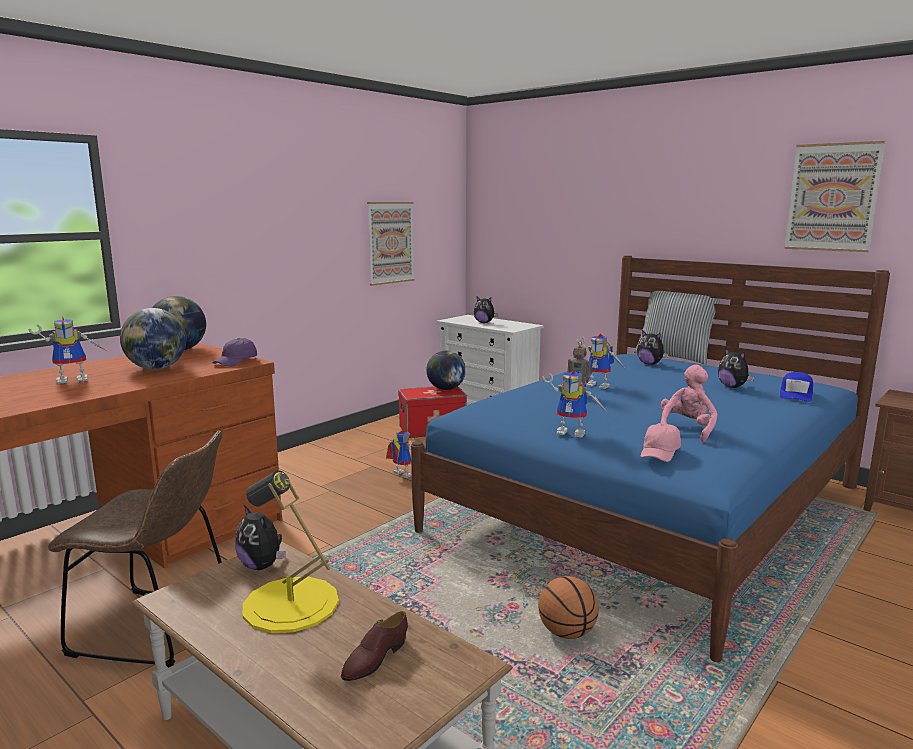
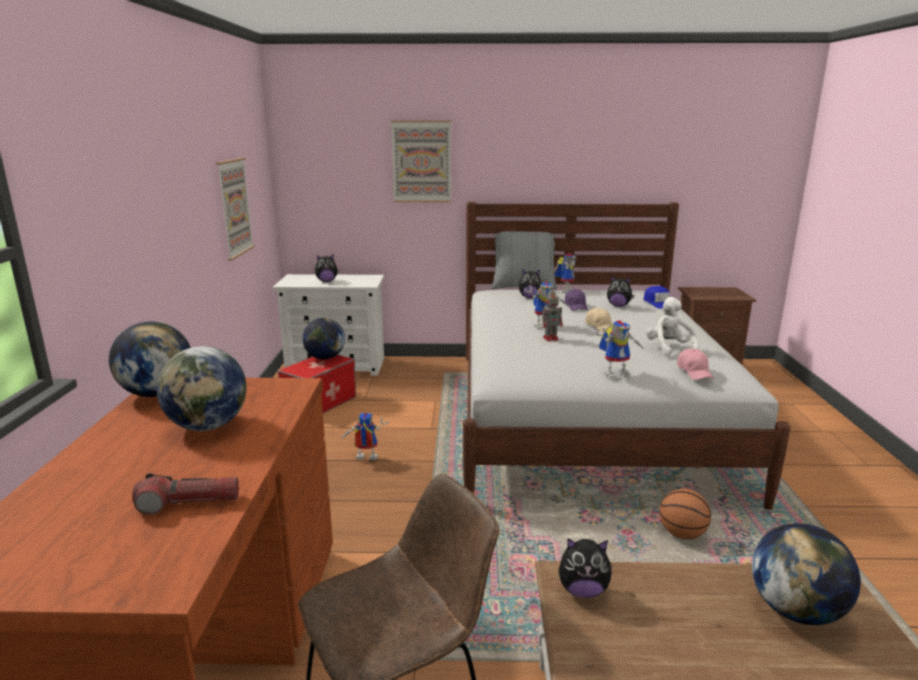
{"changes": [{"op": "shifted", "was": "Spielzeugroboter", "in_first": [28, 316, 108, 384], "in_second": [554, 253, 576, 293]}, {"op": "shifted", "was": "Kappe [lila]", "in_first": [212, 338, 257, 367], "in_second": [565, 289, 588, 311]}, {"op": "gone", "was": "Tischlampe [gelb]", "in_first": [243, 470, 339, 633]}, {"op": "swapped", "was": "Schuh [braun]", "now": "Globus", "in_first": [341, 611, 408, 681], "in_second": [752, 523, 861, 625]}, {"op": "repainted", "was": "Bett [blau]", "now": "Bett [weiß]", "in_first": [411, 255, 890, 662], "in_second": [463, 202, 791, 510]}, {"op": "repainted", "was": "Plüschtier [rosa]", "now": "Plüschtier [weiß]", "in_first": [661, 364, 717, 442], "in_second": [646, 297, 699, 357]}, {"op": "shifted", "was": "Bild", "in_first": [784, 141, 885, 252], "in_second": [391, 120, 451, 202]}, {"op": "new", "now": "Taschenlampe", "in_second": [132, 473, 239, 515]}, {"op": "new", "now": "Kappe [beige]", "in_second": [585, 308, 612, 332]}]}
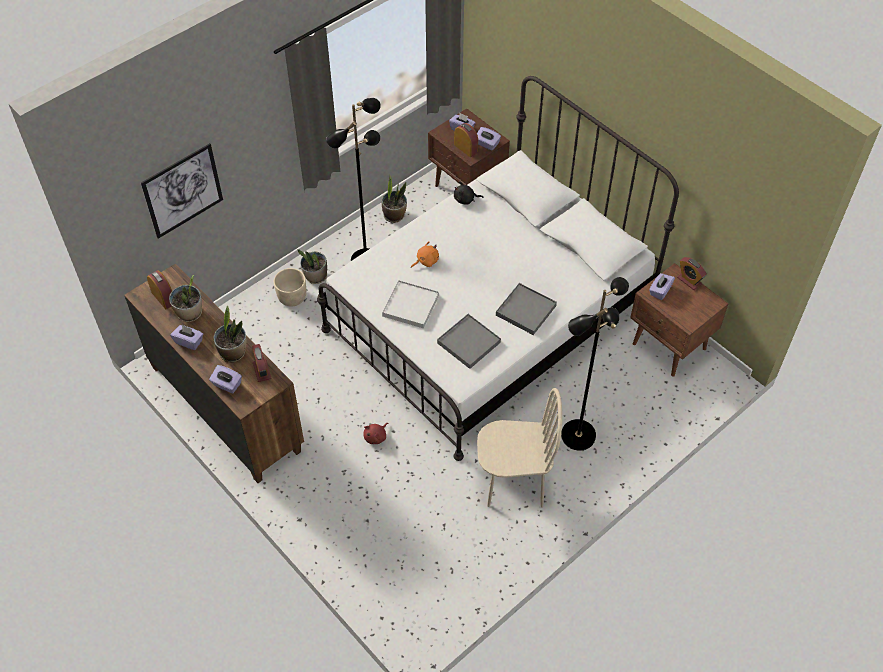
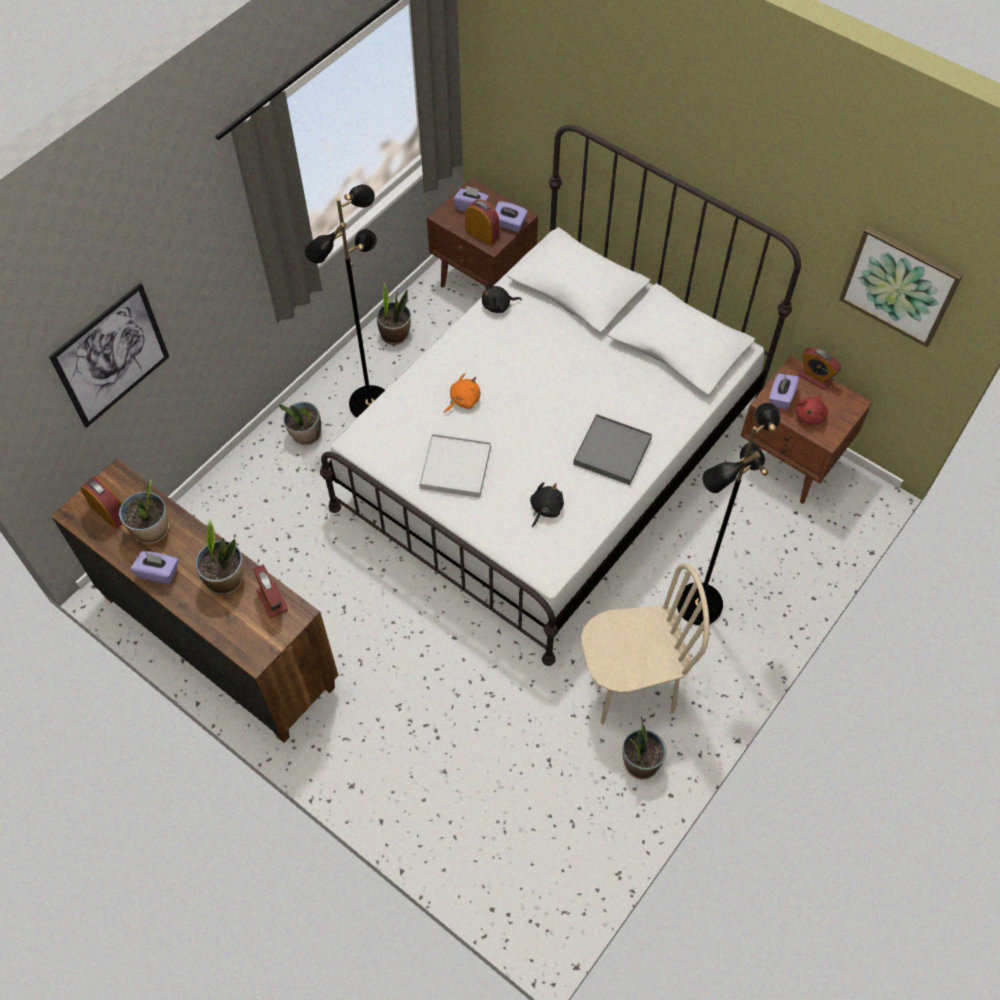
{"changes": [{"op": "gone", "was": "Taschentuchbox [lila]", "in_first": [209, 365, 242, 394]}, {"op": "gone", "was": "Pflanzkübel [beige]", "in_first": [274, 268, 306, 306]}, {"op": "shifted", "was": "Plüschtier [rot]", "in_first": [363, 423, 389, 444], "in_second": [795, 395, 828, 425]}, {"op": "swapped", "was": "Tablett [grau]", "now": "Plüschtier [schwarz]", "in_first": [437, 314, 501, 369], "in_second": [530, 482, 564, 528]}, {"op": "new", "now": "Topfpflanze", "in_second": [622, 716, 666, 779]}, {"op": "new", "now": "Bild", "in_second": [839, 226, 963, 347]}]}
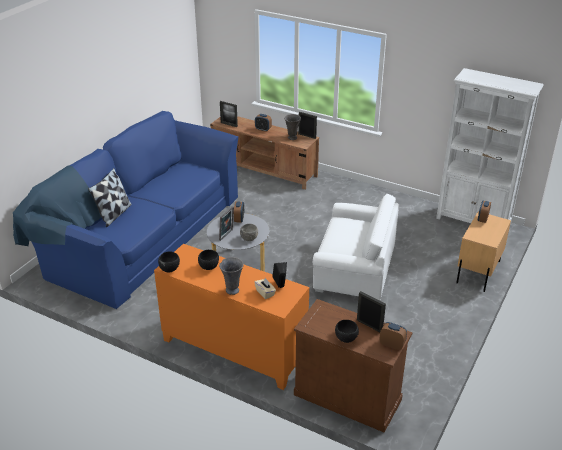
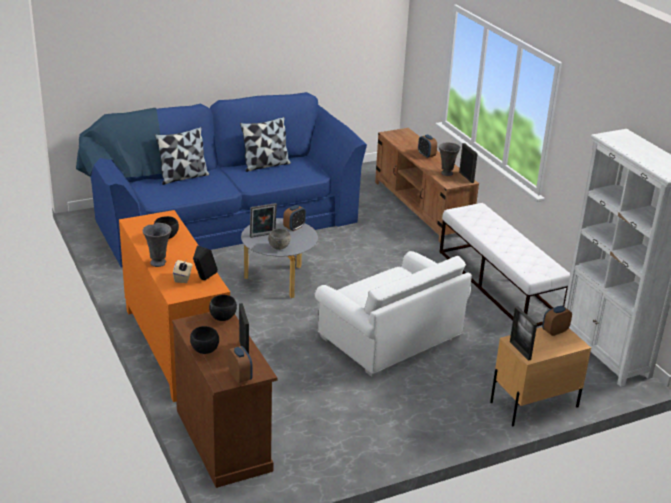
{"changes": [{"op": "shifted", "was": "Schüssel [schwarz]", "in_first": [158, 252, 180, 273], "in_second": [209, 295, 237, 321]}, {"op": "shifted", "was": "Bilderrahmen", "in_first": [220, 101, 238, 127], "in_second": [510, 306, 537, 361]}, {"op": "new", "now": "Kissen", "in_second": [240, 117, 291, 172]}, {"op": "new", "now": "Bank [weiß]", "in_second": [440, 203, 570, 326]}]}
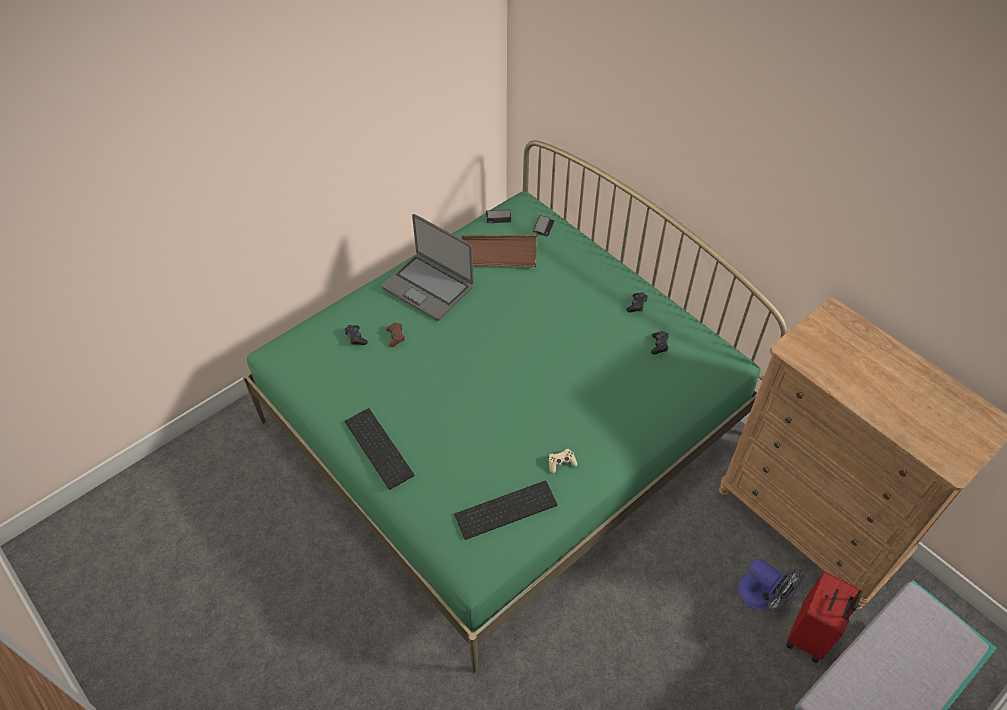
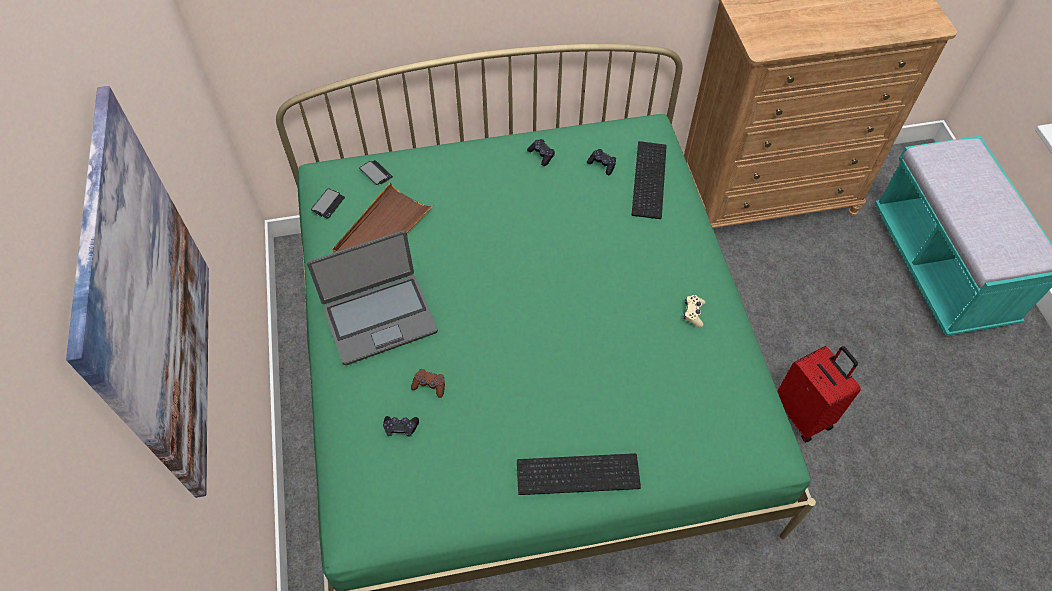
{"changes": [{"op": "shifted", "was": "Tastatur", "in_first": [455, 481, 558, 540], "in_second": [632, 141, 667, 219]}, {"op": "gone", "was": "Ventilator", "in_first": [738, 559, 804, 611]}, {"op": "shifted", "was": "Koffer [rot]", "in_first": [786, 571, 863, 663], "in_second": [778, 346, 861, 442]}, {"op": "new", "now": "Bild", "in_second": [66, 86, 209, 498]}]}
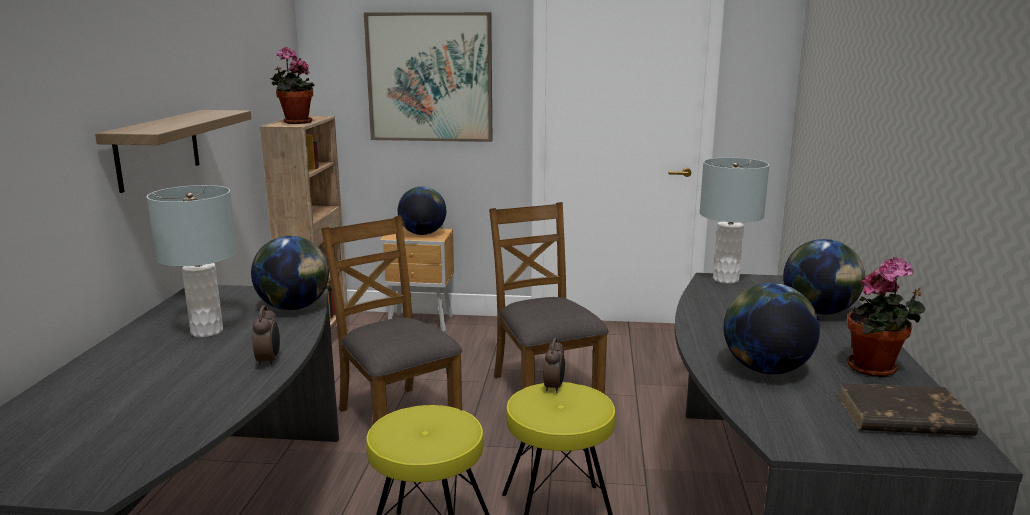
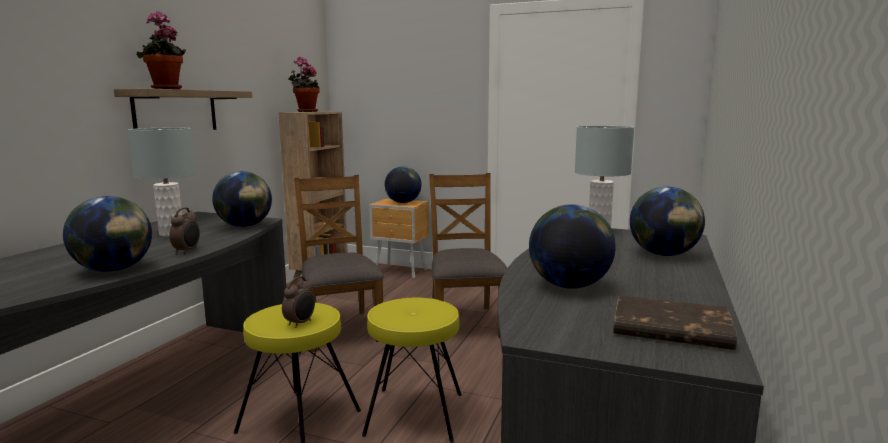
{"changes": [{"op": "gone", "was": "Bild", "in_first": [364, 12, 492, 142]}, {"op": "shifted", "was": "Wecker", "in_first": [543, 338, 565, 393], "in_second": [282, 276, 315, 328]}, {"op": "shifted", "was": "Topfpflanze", "in_first": [847, 257, 926, 377], "in_second": [137, 11, 186, 89]}, {"op": "new", "now": "Globus", "in_second": [63, 196, 152, 272]}]}
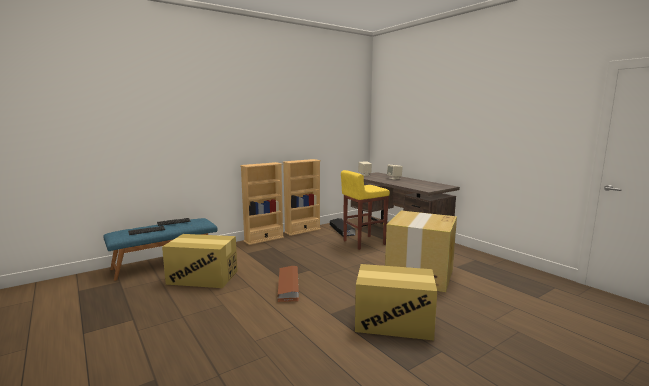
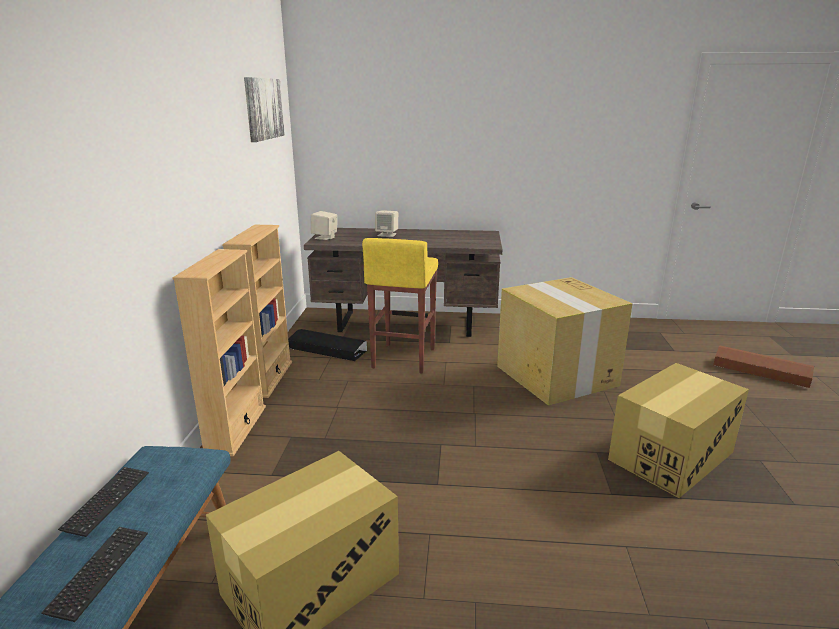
{"changes": [{"op": "shifted", "was": "Aufbewahrungsbox [braun]", "in_first": [278, 266, 299, 302], "in_second": [713, 346, 814, 388]}, {"op": "new", "now": "Bild", "in_second": [244, 77, 285, 142]}]}
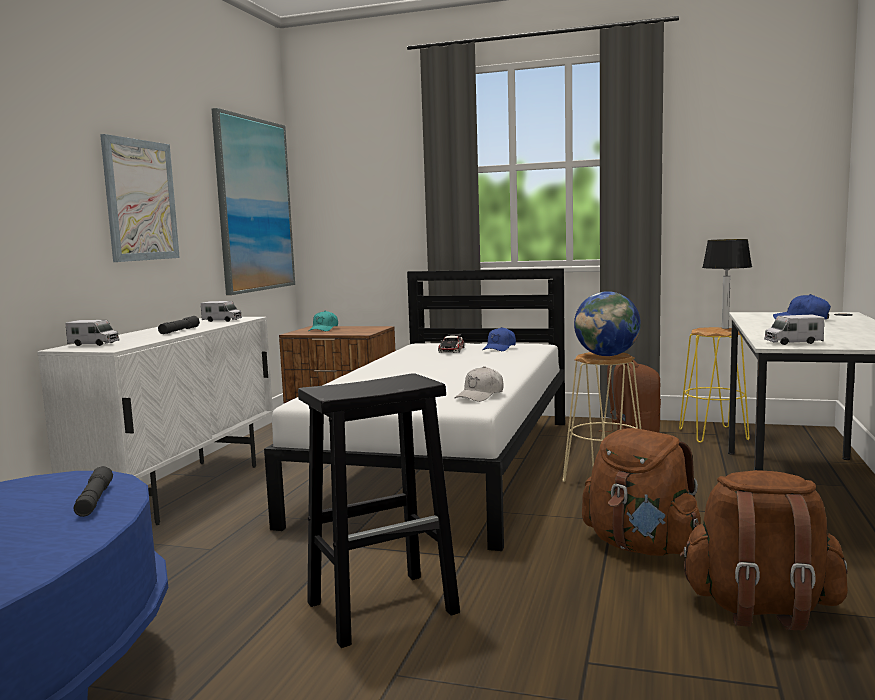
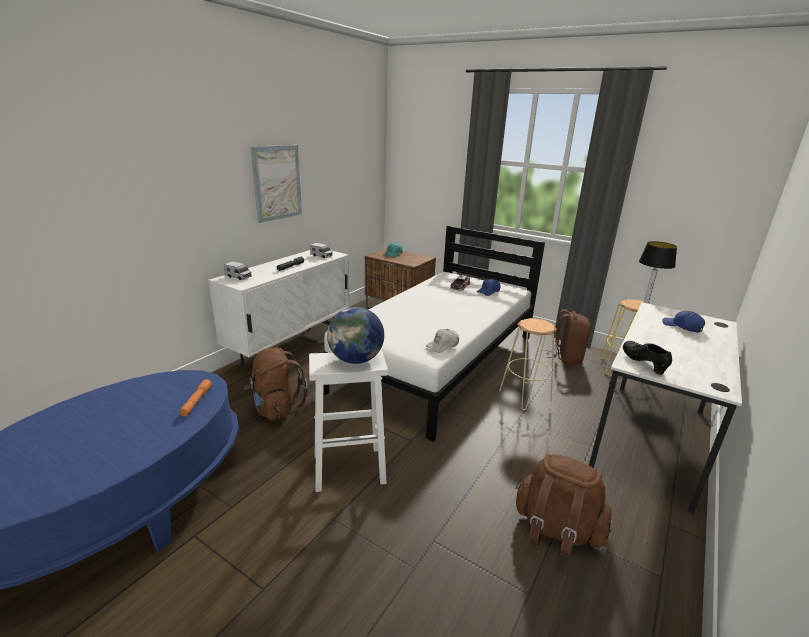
{"changes": [{"op": "repainted", "was": "Taschenlampe [grau]", "now": "Taschenlampe [orange]", "in_first": [74, 466, 113, 517], "in_second": [179, 379, 212, 417]}, {"op": "gone", "was": "Bild", "in_first": [211, 108, 295, 295]}, {"op": "repainted", "was": "Hocker [schwarz]", "now": "Hocker [weiß]", "in_first": [298, 373, 460, 648], "in_second": [309, 349, 388, 492]}, {"op": "shifted", "was": "Globus", "in_first": [574, 291, 641, 356], "in_second": [327, 307, 384, 364]}, {"op": "shifted", "was": "Rucksack [braun]", "in_first": [582, 428, 701, 556], "in_second": [244, 347, 308, 421]}, {"op": "swapped", "was": "Spielzeuglaster", "now": "Schuh [schwarz]", "in_first": [764, 315, 824, 345], "in_second": [623, 341, 672, 375]}]}
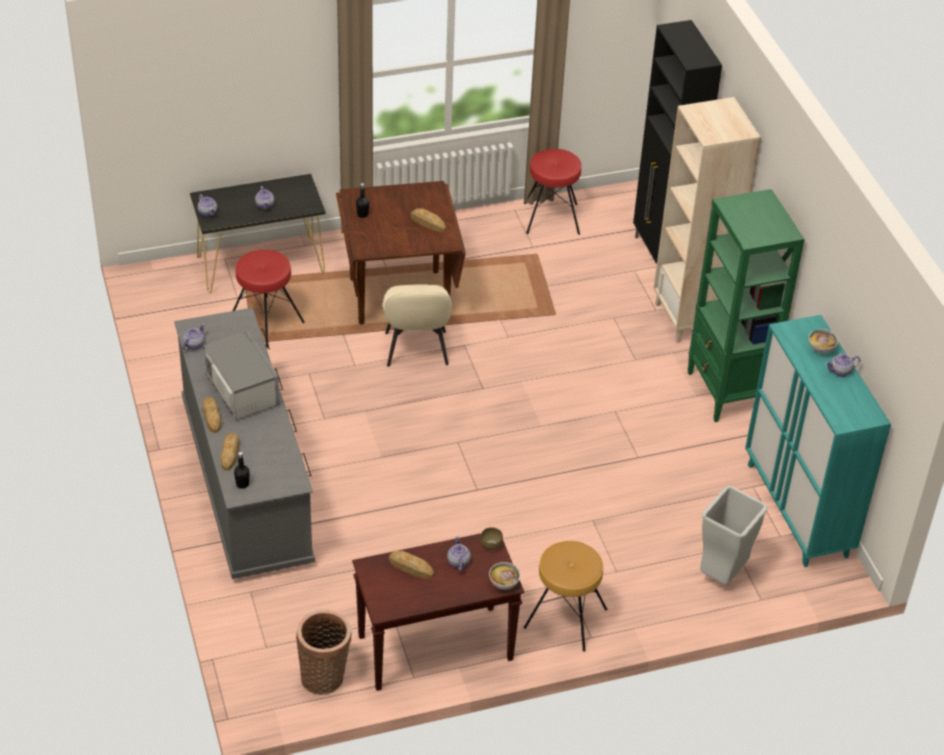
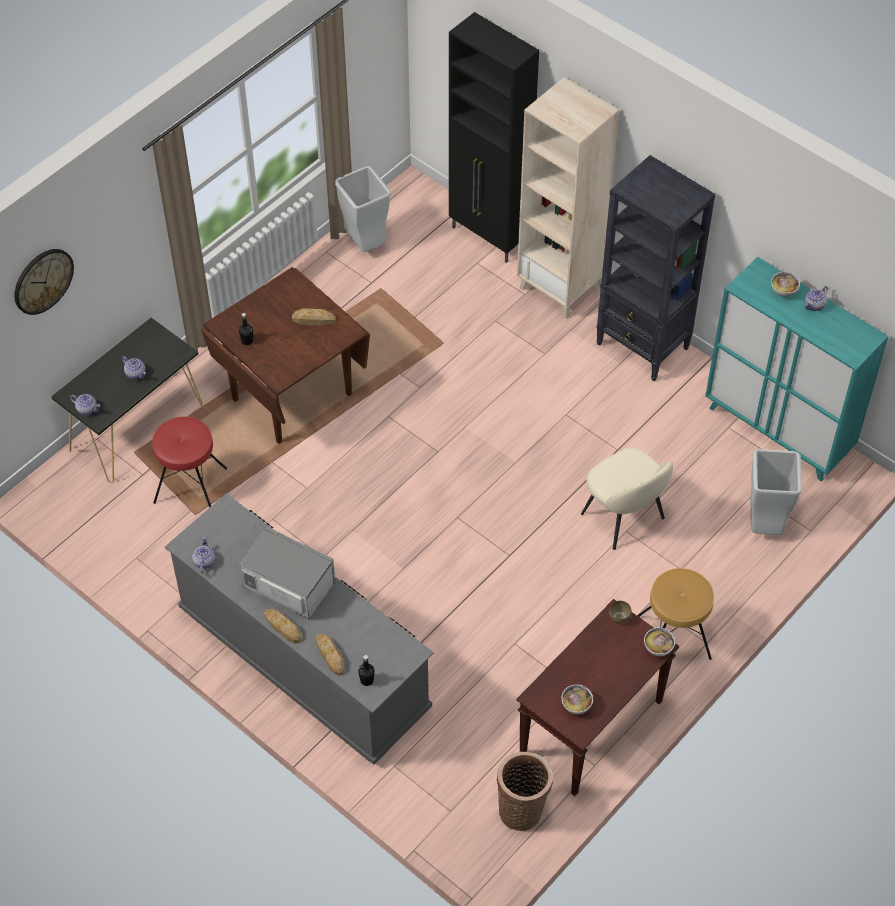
{"changes": [{"op": "shifted", "was": "Stuhl [beige]", "in_first": [383, 285, 452, 367], "in_second": [581, 448, 673, 550]}, {"op": "gone", "was": "Brot", "in_first": [389, 551, 434, 579]}, {"op": "gone", "was": "Teekanne", "in_first": [447, 536, 471, 571]}, {"op": "swapped", "was": "Hocker [rot]", "now": "Mülleimer [grau]", "in_first": [524, 148, 581, 235], "in_second": [335, 166, 391, 252]}, {"op": "repainted", "was": "Bücherregal [grün]", "now": "Bücherregal [schwarz]", "in_first": [688, 189, 805, 422], "in_second": [596, 155, 715, 381]}, {"op": "new", "now": "Wanduhr", "in_second": [14, 249, 74, 315]}, {"op": "new", "now": "Schüssel", "in_second": [562, 684, 593, 714]}]}
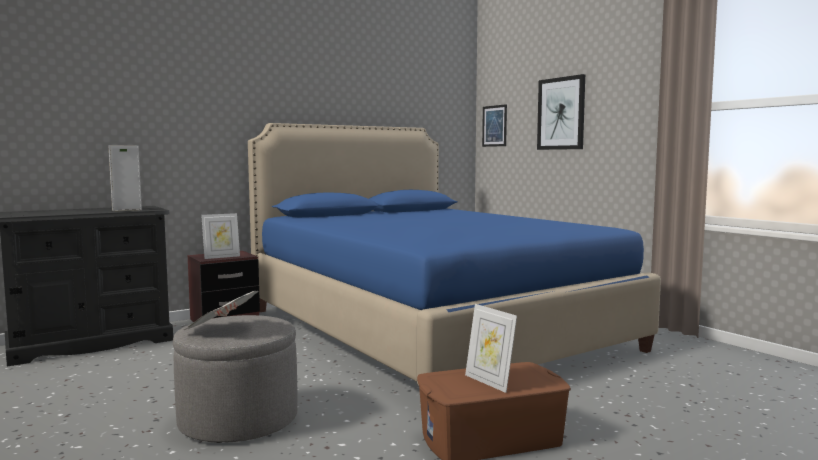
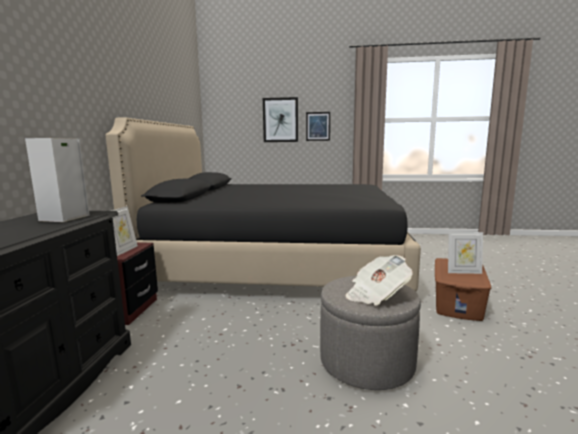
{"changes": [{"op": "repainted", "was": "Bett [blau]", "now": "Bett [schwarz]", "in_first": [248, 123, 661, 386], "in_second": [106, 117, 421, 292]}, {"op": "shifted", "was": "Bild", "in_first": [482, 104, 507, 147], "in_second": [306, 112, 330, 141]}]}
